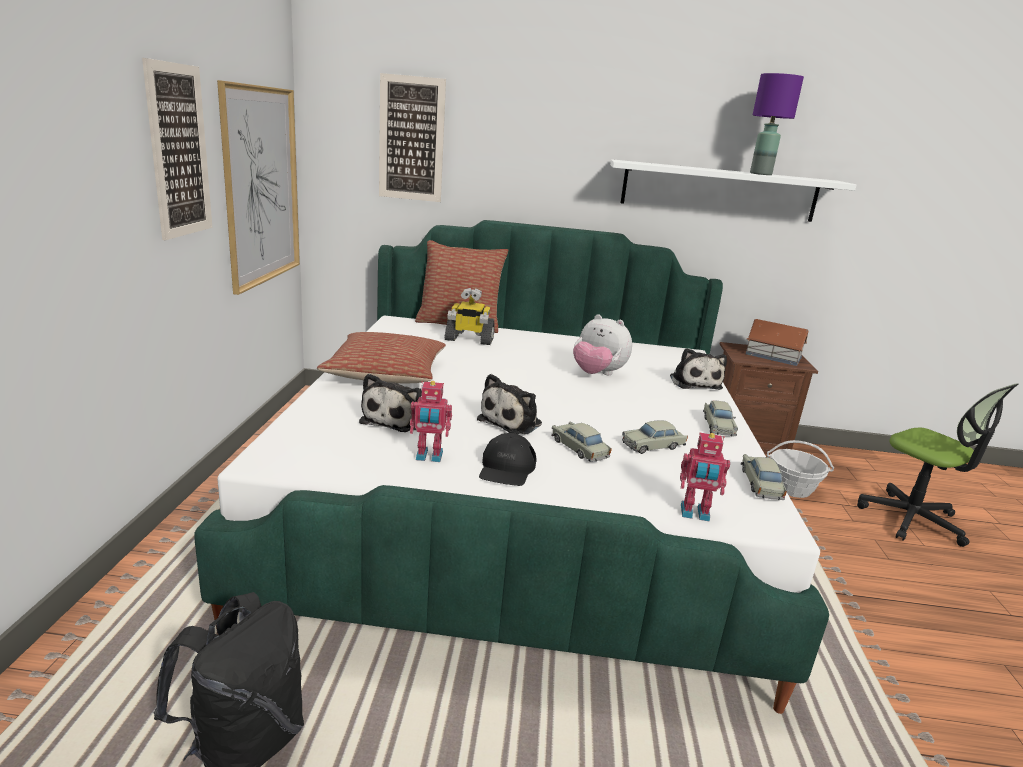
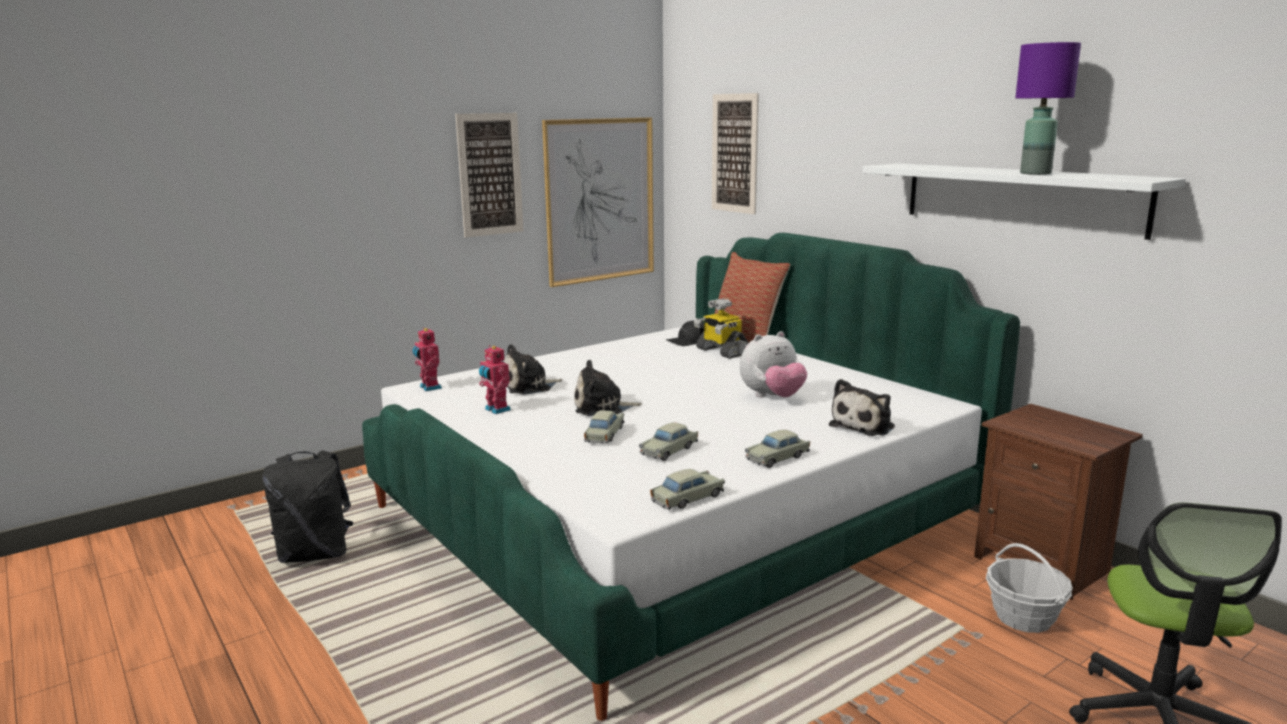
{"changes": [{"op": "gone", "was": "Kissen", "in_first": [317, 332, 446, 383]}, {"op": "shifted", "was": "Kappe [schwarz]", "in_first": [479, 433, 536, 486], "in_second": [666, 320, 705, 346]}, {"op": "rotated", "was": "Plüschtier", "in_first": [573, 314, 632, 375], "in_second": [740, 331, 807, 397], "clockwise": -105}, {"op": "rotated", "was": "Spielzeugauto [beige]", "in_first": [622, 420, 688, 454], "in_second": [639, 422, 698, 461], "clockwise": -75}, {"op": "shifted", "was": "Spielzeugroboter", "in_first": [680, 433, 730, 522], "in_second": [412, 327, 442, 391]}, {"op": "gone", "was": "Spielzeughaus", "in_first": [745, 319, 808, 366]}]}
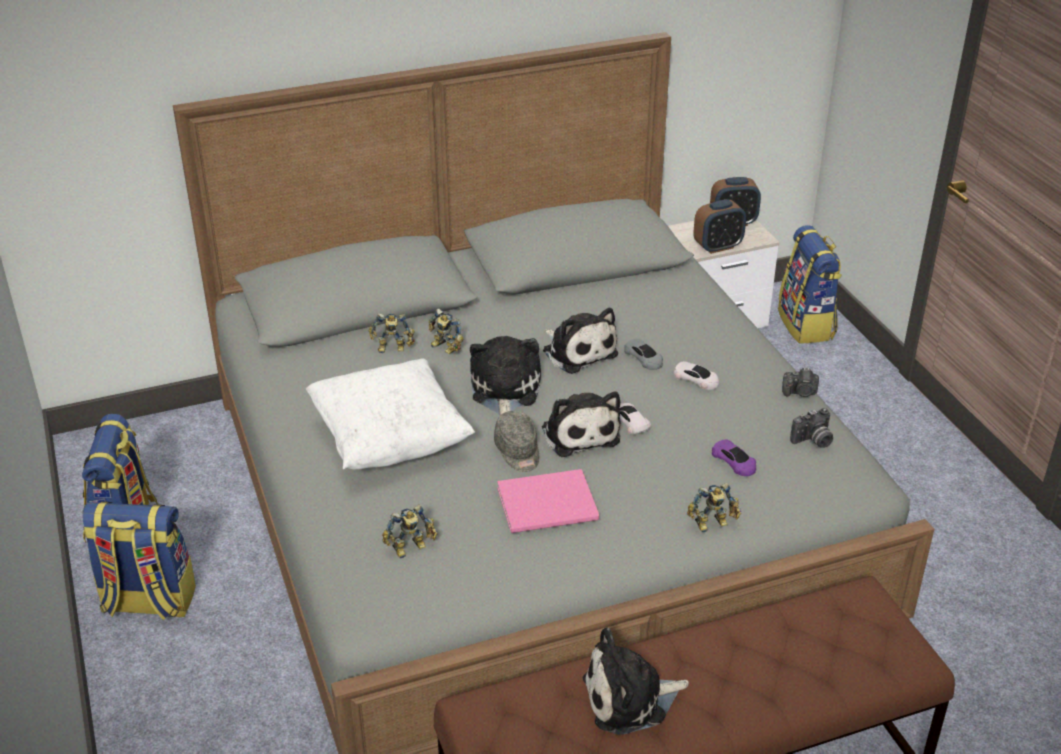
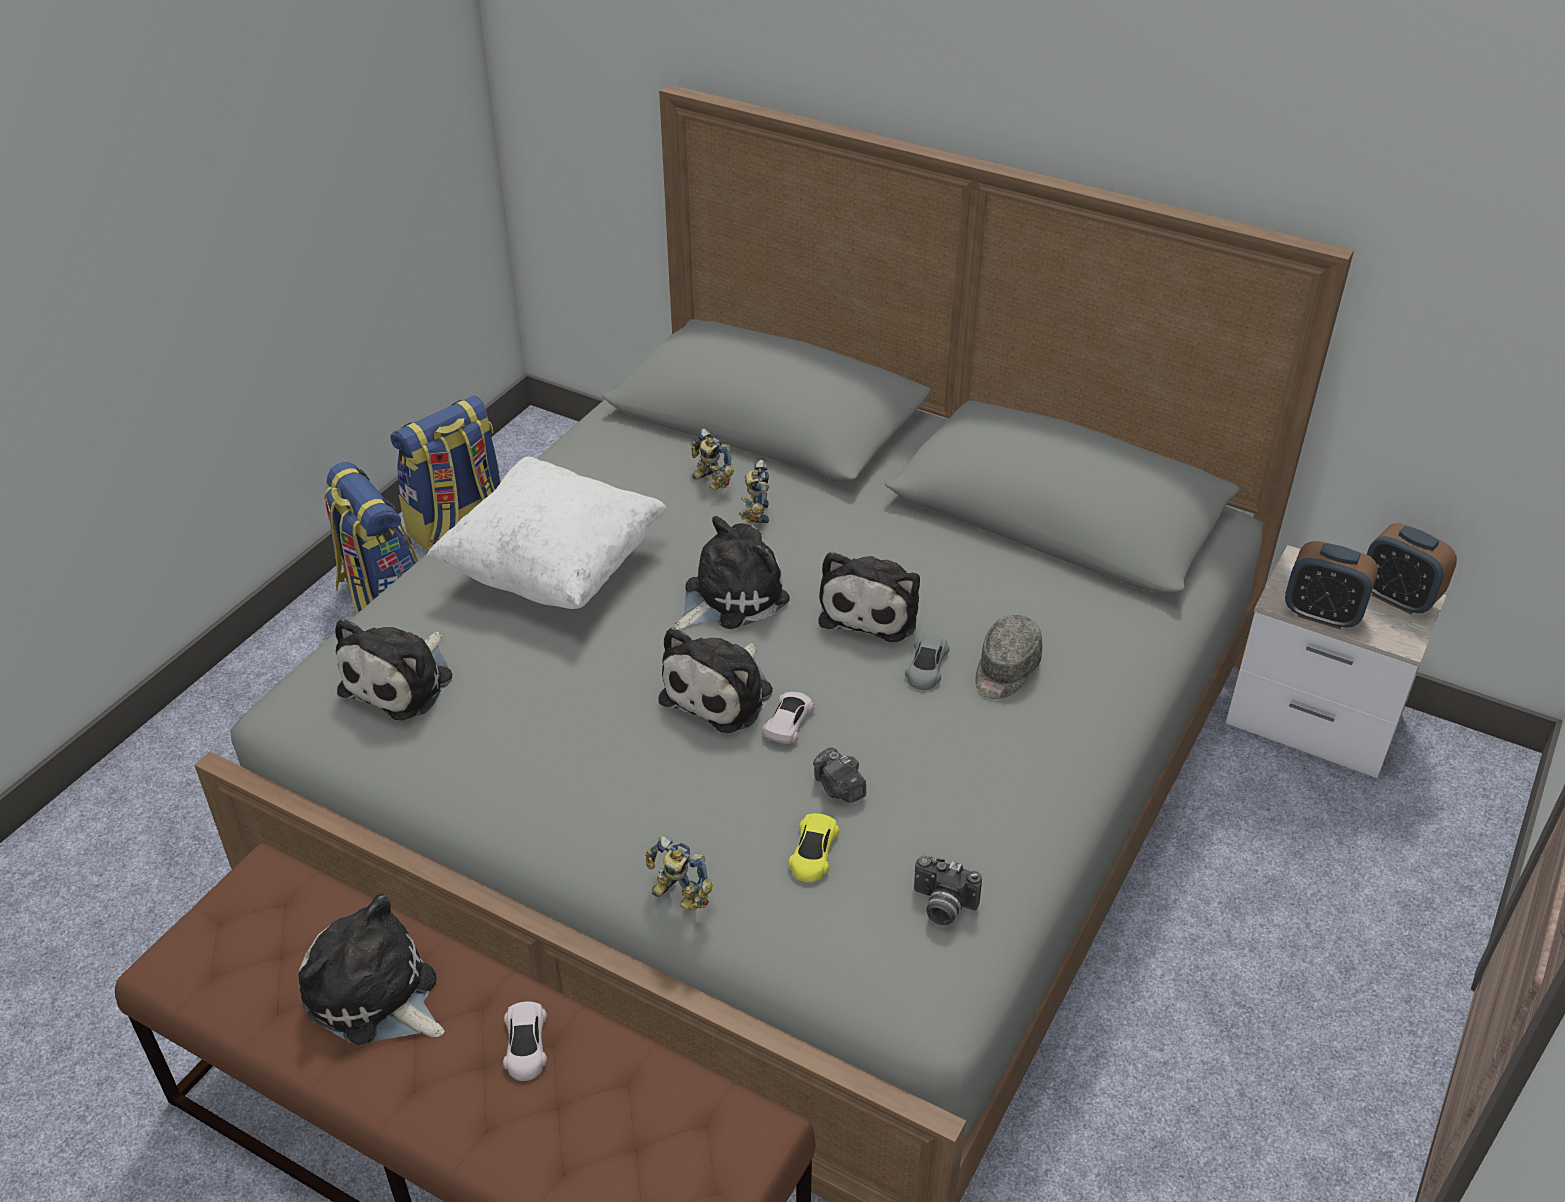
{"changes": [{"op": "swapped", "was": "Spielzeugroboter", "now": "Plüschtier", "in_first": [382, 504, 438, 558], "in_second": [335, 618, 452, 720]}, {"op": "shifted", "was": "Kappe [grau]", "in_first": [494, 411, 539, 472], "in_second": [975, 615, 1043, 699]}, {"op": "gone", "was": "Buch [rosa]", "in_first": [497, 469, 599, 533]}, {"op": "shifted", "was": "Spielzeugauto [weiß]", "in_first": [674, 361, 719, 390], "in_second": [503, 1002, 547, 1081]}, {"op": "repainted", "was": "Spielzeugauto [lila]", "now": "Spielzeugauto [gelb]", "in_first": [712, 439, 756, 476], "in_second": [788, 813, 839, 882]}, {"op": "gone", "was": "Rucksack", "in_first": [778, 225, 842, 344]}, {"op": "shifted", "was": "Kamera", "in_first": [782, 368, 819, 397], "in_second": [813, 748, 866, 803]}]}
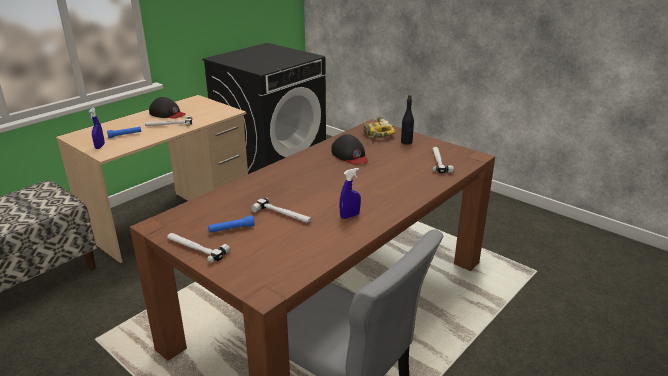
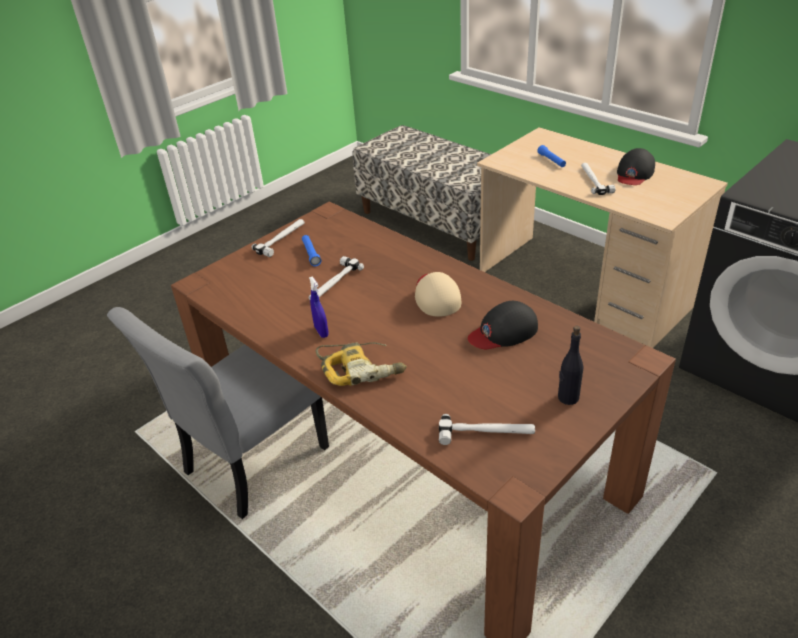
{"changes": [{"op": "gone", "was": "Sprühflasche [blau]", "in_first": [89, 108, 105, 149]}, {"op": "shifted", "was": "Bohrmaschine", "in_first": [361, 116, 395, 138], "in_second": [316, 342, 407, 386]}, {"op": "new", "now": "Kappe [beige]", "in_second": [415, 272, 461, 317]}]}
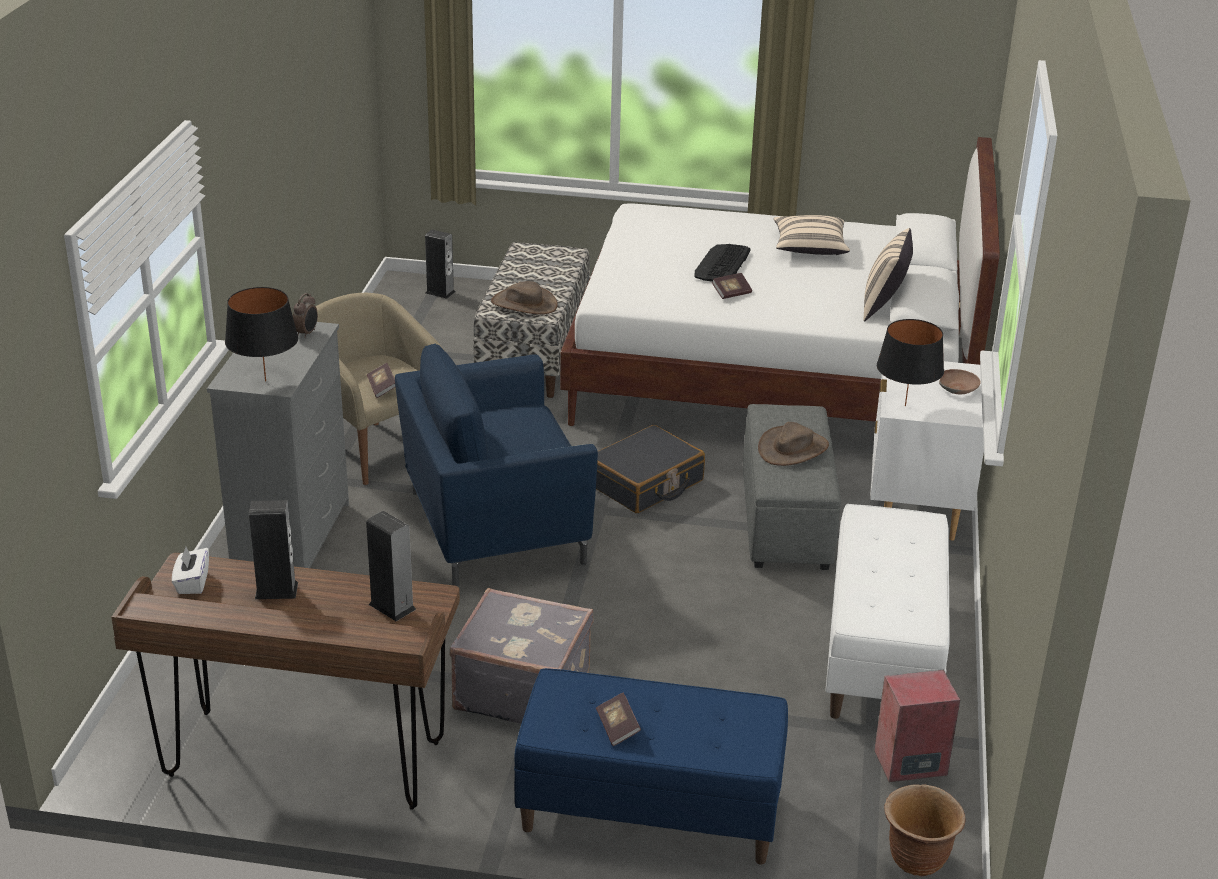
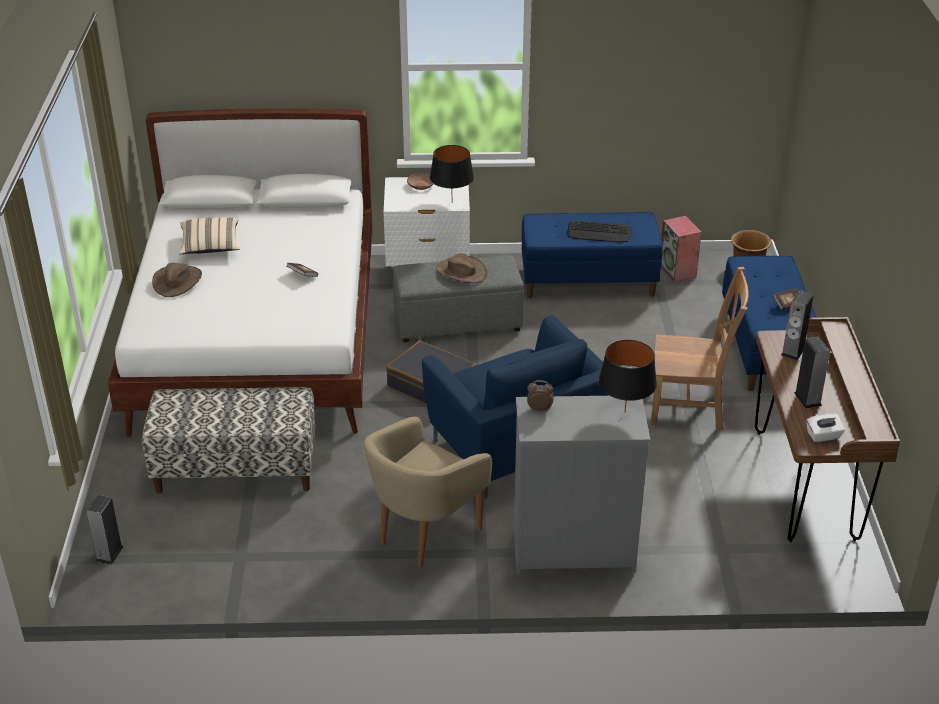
{"changes": [{"op": "gone", "was": "Buch", "in_first": [367, 363, 395, 398]}, {"op": "swapped", "was": "Koffer [grau]", "now": "Stuhl [braun]", "in_first": [449, 588, 594, 724], "in_second": [651, 267, 749, 431]}, {"op": "shifted", "was": "Hut [braun]", "in_first": [491, 281, 558, 314], "in_second": [152, 263, 202, 297]}, {"op": "shifted", "was": "Tastatur", "in_first": [695, 244, 751, 282], "in_second": [567, 220, 631, 242]}, {"op": "repainted", "was": "Bank [weiß]", "now": "Bank [blau]", "in_first": [825, 504, 950, 719], "in_second": [522, 212, 663, 298]}, {"op": "gone", "was": "Kissen [beige]", "in_first": [863, 228, 913, 322]}]}
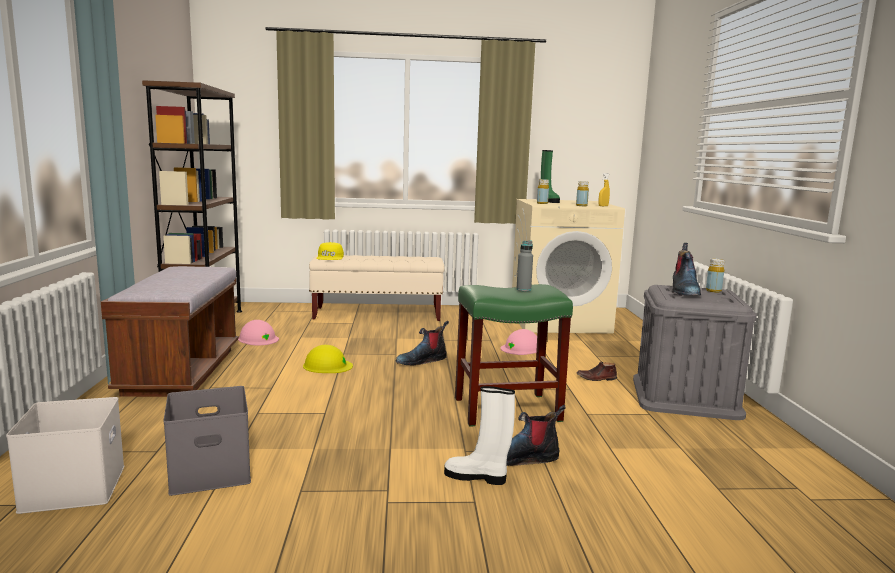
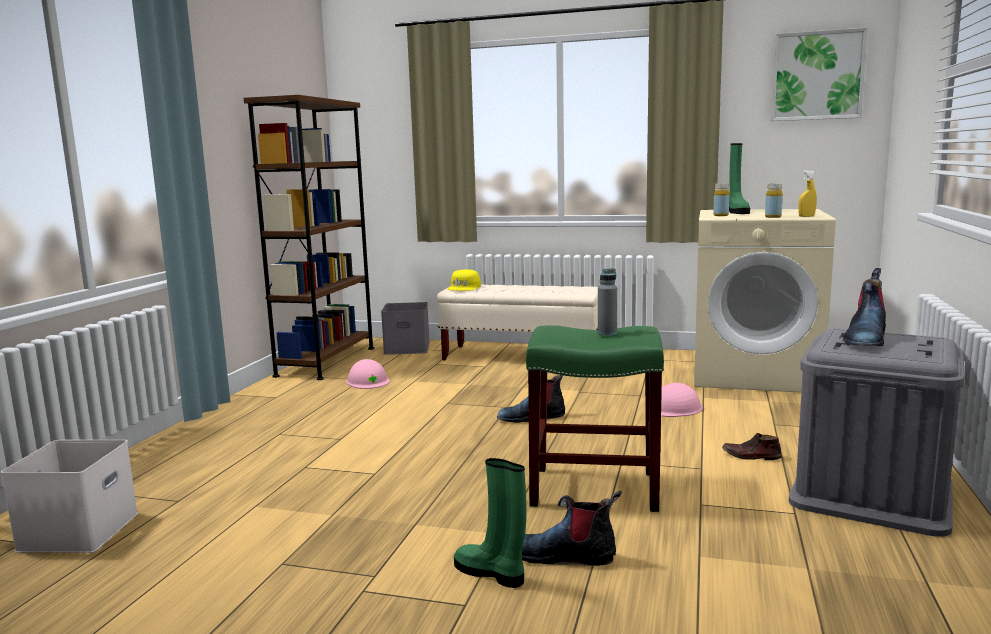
{"changes": [{"op": "gone", "was": "Bank [braun]", "in_first": [101, 266, 239, 397]}, {"op": "shifted", "was": "Aufbewahrungsbox [grau]", "in_first": [164, 386, 251, 496], "in_second": [381, 302, 430, 355]}, {"op": "gone", "was": "Schutzhelm [gelb]", "in_first": [303, 345, 353, 373]}, {"op": "repainted", "was": "Stiefel [weiß]", "now": "Stiefel [grün]", "in_first": [444, 386, 515, 485], "in_second": [454, 458, 527, 588]}, {"op": "gone", "was": "Flasche [gelb]", "in_first": [706, 258, 725, 293]}, {"op": "new", "now": "Bild", "in_second": [771, 28, 868, 121]}]}
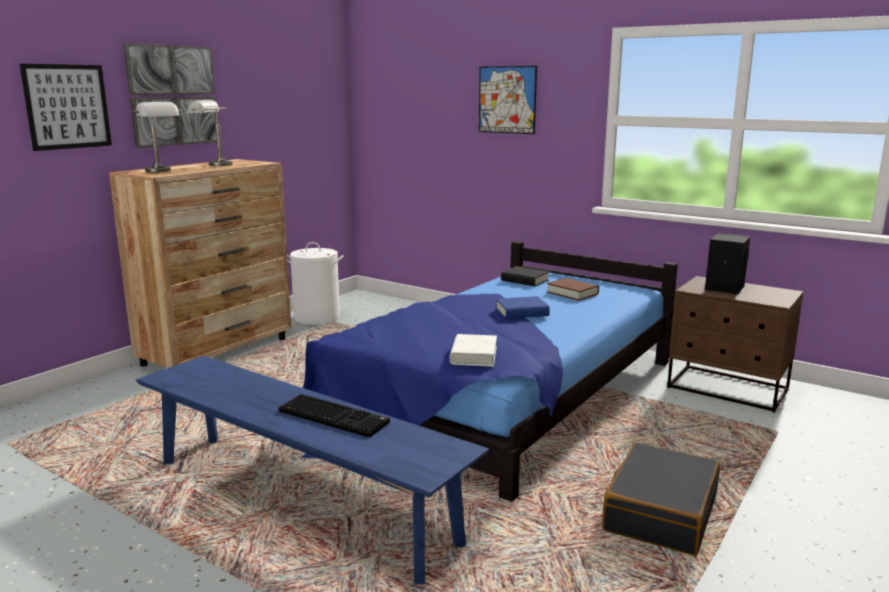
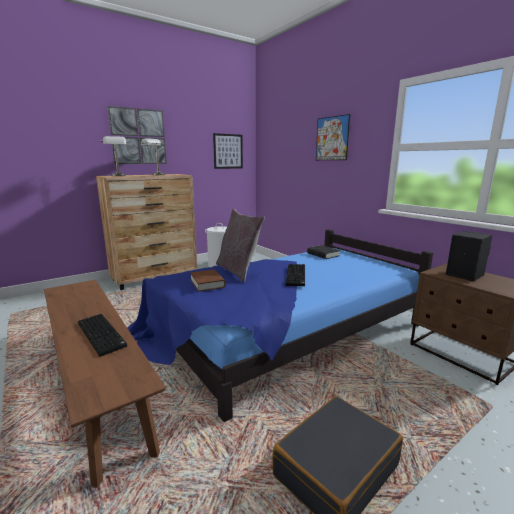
{"changes": [{"op": "shifted", "was": "Bild", "in_first": [20, 64, 112, 151], "in_second": [213, 133, 243, 169]}, {"op": "repainted", "was": "Bank [blau]", "now": "Bank [braun]", "in_first": [136, 356, 489, 584], "in_second": [44, 280, 166, 488]}, {"op": "gone", "was": "Buch [weiß]", "in_first": [450, 334, 497, 367]}, {"op": "swapped", "was": "Buch [blau]", "now": "Tastatur", "in_first": [496, 296, 550, 319], "in_second": [285, 264, 305, 286]}, {"op": "shifted", "was": "Buch [braun]", "in_first": [547, 278, 599, 301], "in_second": [190, 270, 226, 292]}, {"op": "new", "now": "Kissen [grau]", "in_second": [216, 208, 265, 282]}]}
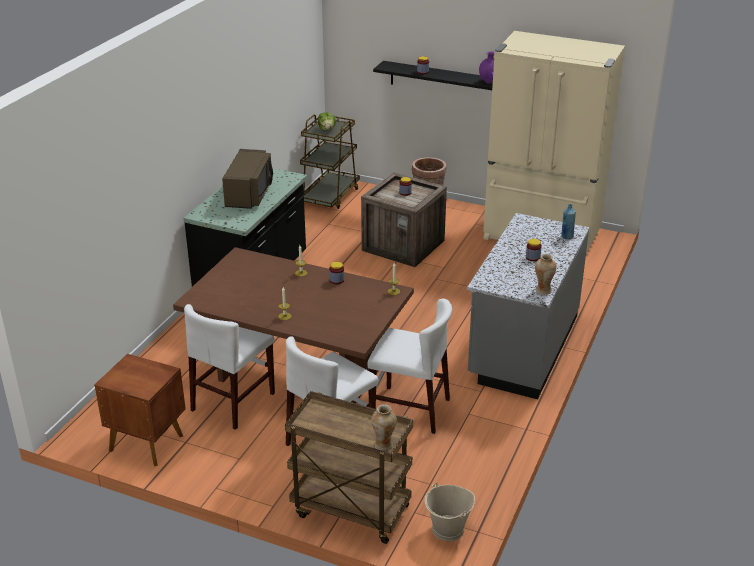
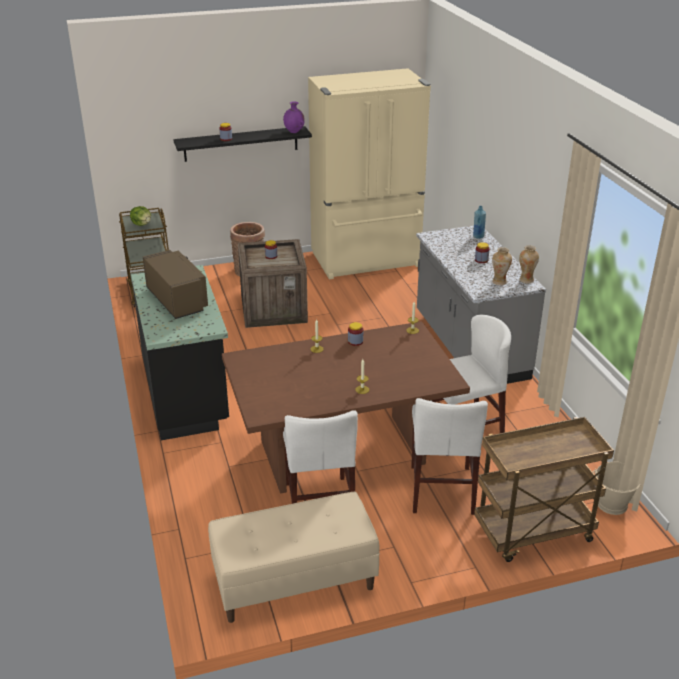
{"changes": [{"op": "swapped", "was": "Nachttisch [braun]", "now": "Bank [beige]", "in_first": [94, 354, 185, 466], "in_second": [208, 492, 380, 623]}, {"op": "shifted", "was": "Vase", "in_first": [372, 404, 397, 451], "in_second": [492, 247, 512, 285]}]}
